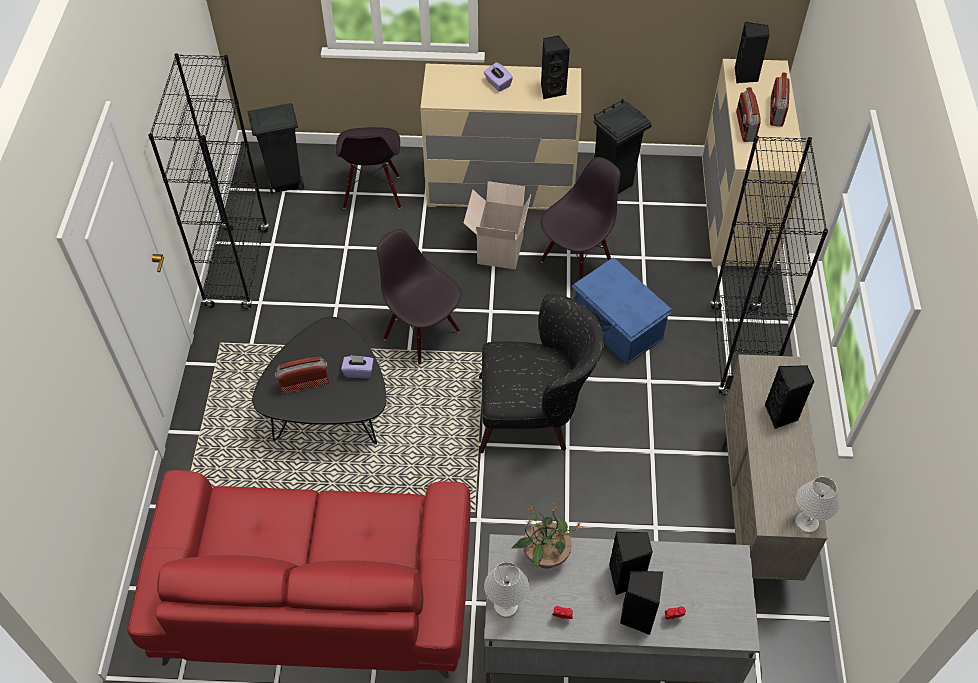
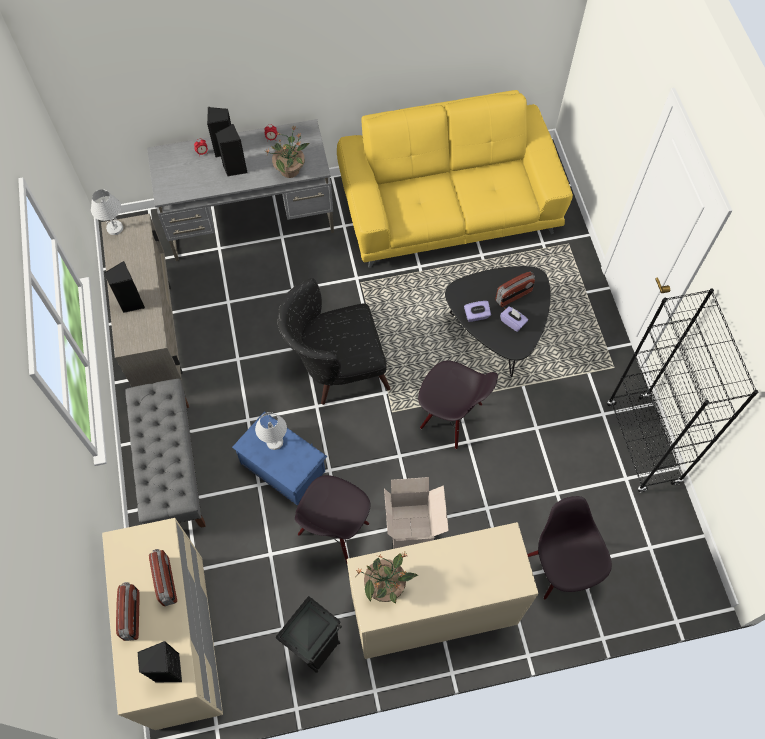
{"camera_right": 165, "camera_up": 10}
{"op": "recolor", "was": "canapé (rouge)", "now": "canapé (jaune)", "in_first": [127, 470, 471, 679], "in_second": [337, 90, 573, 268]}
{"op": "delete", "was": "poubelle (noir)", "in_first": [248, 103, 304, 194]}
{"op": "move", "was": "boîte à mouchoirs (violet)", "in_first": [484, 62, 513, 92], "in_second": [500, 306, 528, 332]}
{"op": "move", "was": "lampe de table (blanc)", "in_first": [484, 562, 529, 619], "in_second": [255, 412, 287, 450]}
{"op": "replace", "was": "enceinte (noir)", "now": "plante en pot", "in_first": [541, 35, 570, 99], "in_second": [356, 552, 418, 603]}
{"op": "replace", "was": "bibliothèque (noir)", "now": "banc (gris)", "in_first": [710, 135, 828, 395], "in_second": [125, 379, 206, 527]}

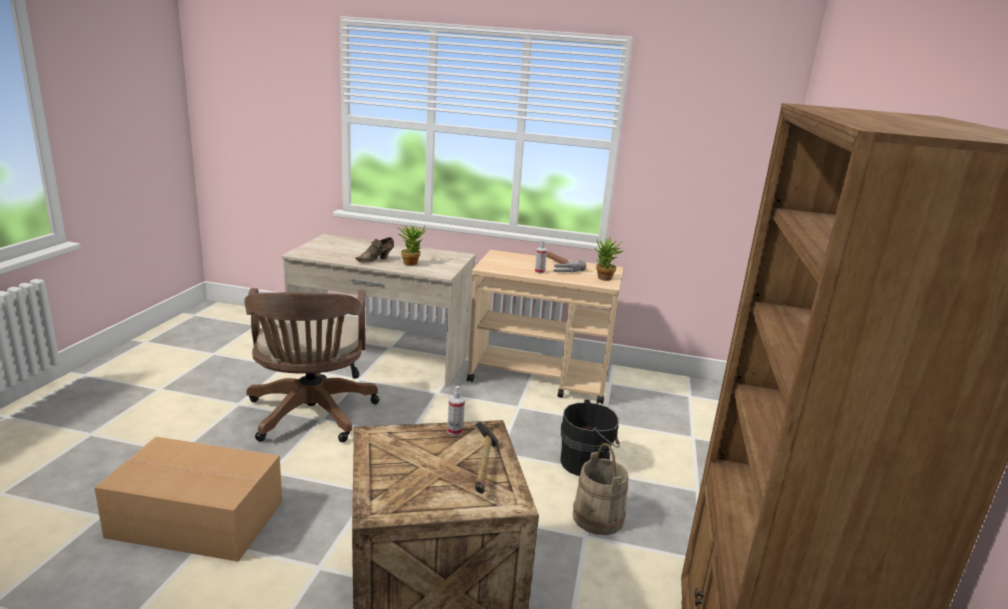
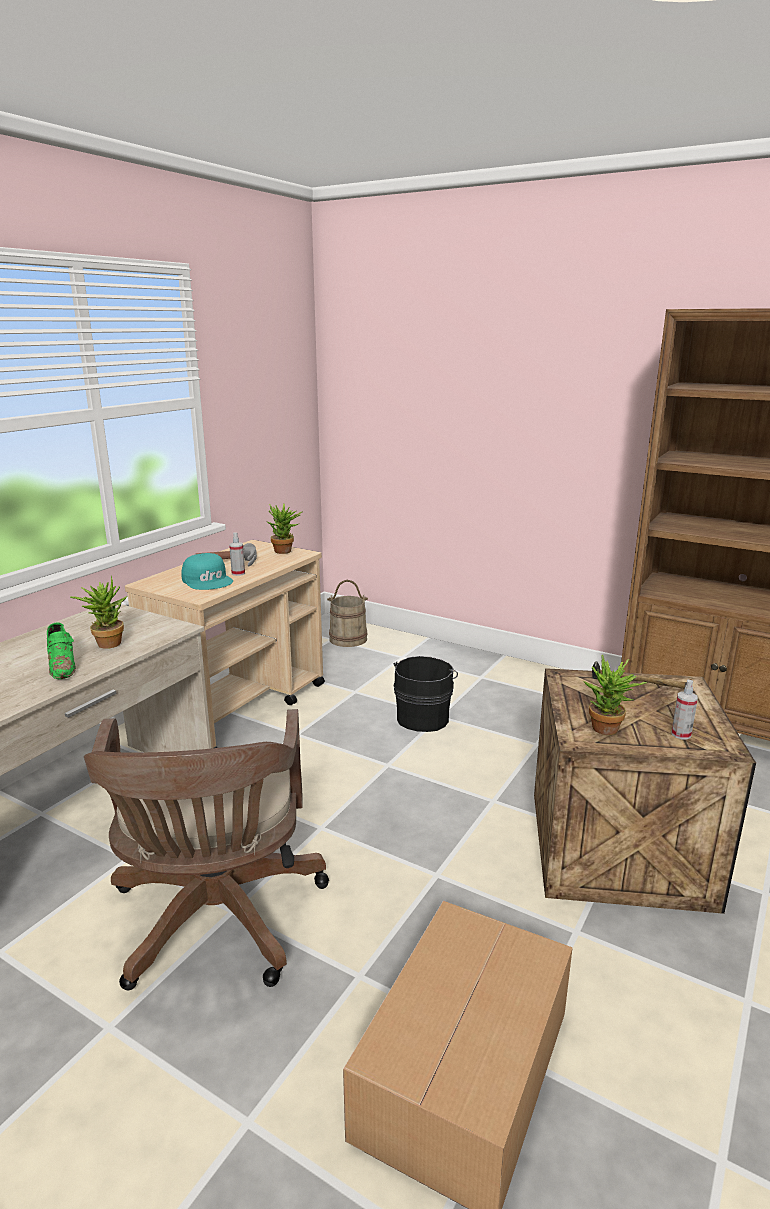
{"camera_right": -70, "camera_up": 0}
{"op": "rotate", "was": "chaise de bureau (marron)", "in_first": [244, 288, 379, 442], "in_second": [84, 709, 329, 990], "clockwise": 75}
{"op": "recolor", "was": "chaussure (marron)", "now": "chaussure (vert)", "in_first": [355, 237, 394, 263], "in_second": [47, 622, 76, 679]}
{"op": "move", "was": "vaporisateur", "in_first": [447, 386, 465, 436], "in_second": [672, 680, 698, 739]}
{"op": "move", "was": "seau (beige)", "in_first": [573, 443, 629, 535], "in_second": [327, 580, 368, 647]}
{"op": "insert", "now": "casquette (turquoise)", "in_second": [181, 553, 233, 590]}
{"op": "insert", "now": "plante en pot", "in_second": [583, 655, 648, 735]}

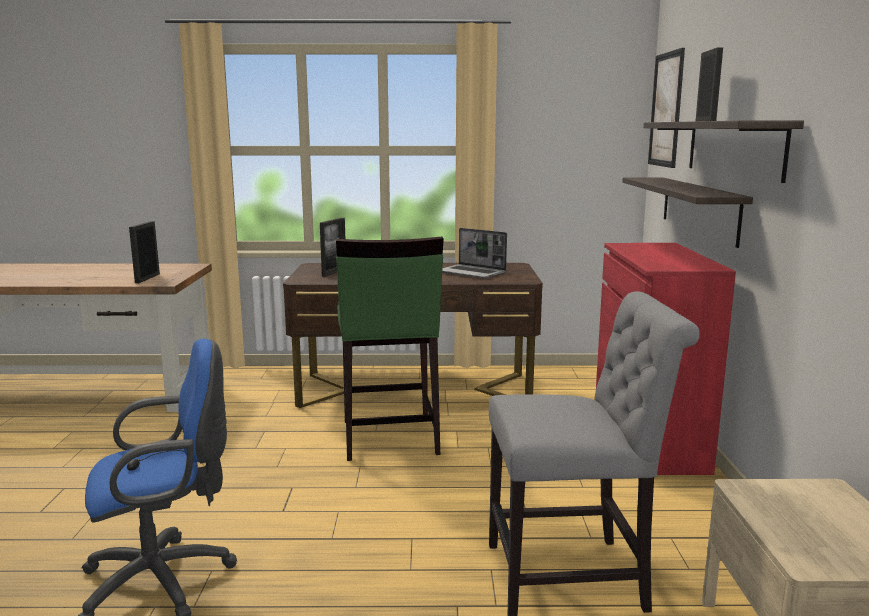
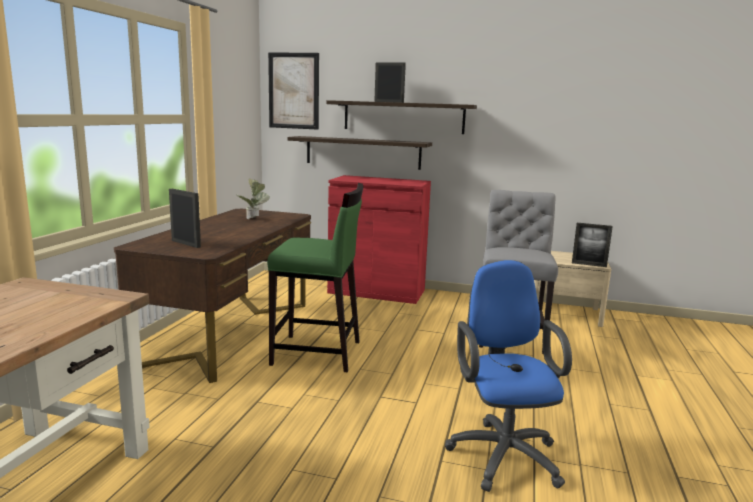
{"camera_right": -75, "camera_up": 0}
{"op": "move", "was": "cadre photo", "in_first": [129, 221, 160, 283], "in_second": [572, 223, 613, 267]}
{"op": "replace", "was": "ordinateur portable", "now": "plante en pot", "in_first": [442, 228, 507, 279], "in_second": [237, 178, 270, 219]}

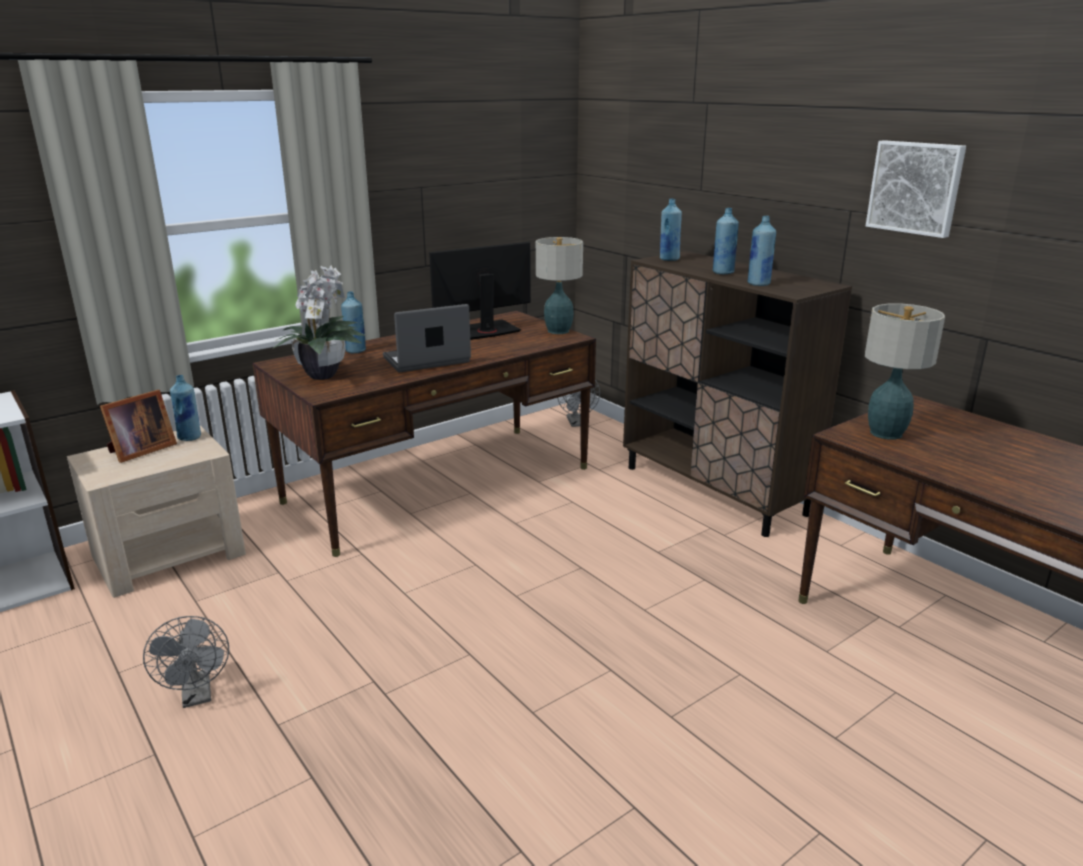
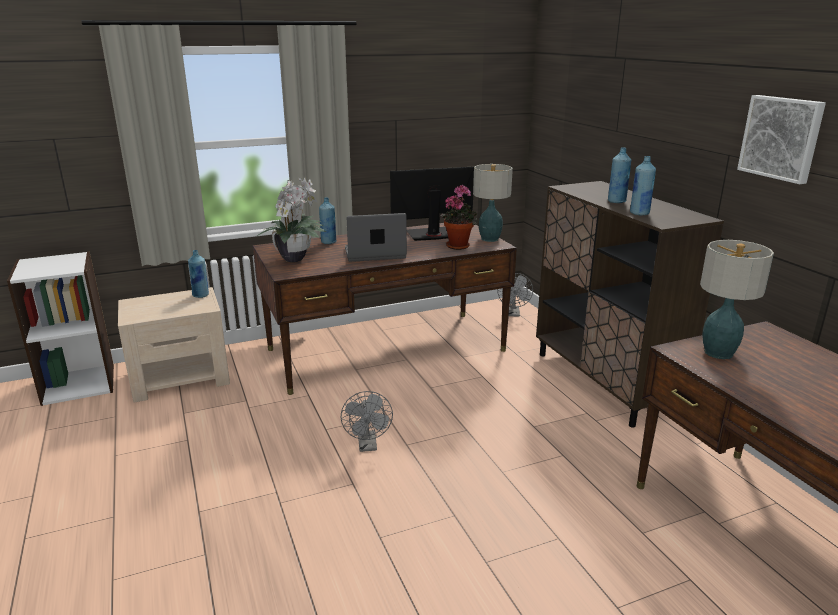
{"camera_right": 15, "camera_up": 0}
{"op": "delete", "was": "cadre photo", "in_first": [100, 390, 177, 463]}
{"op": "move", "was": "ventilateur (gris)", "in_first": [143, 616, 229, 708], "in_second": [341, 391, 393, 452]}
{"op": "delete", "was": "bouteille (bleu)", "in_first": [660, 199, 682, 261]}
{"op": "insert", "now": "plante en pot", "in_second": [439, 185, 478, 250]}

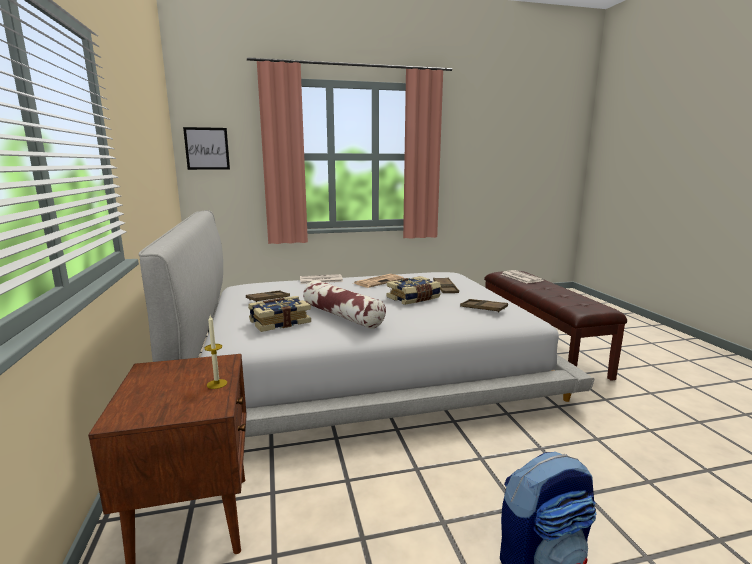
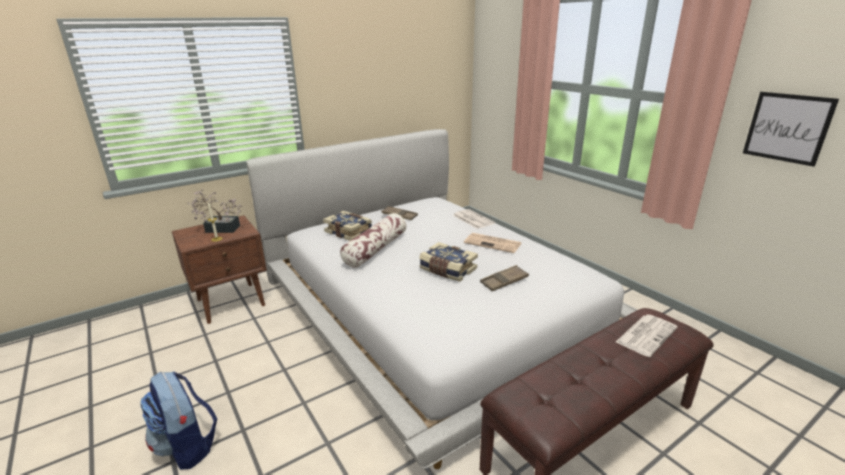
{"camera_right": 70, "camera_up": 10}
{"op": "move", "was": "tableau", "in_first": [183, 127, 230, 170], "in_second": [743, 92, 839, 167]}
{"op": "delete", "was": "plateau (marron)", "in_first": [460, 299, 508, 312]}
{"op": "insert", "now": "plante en pot", "in_second": [187, 189, 242, 233]}

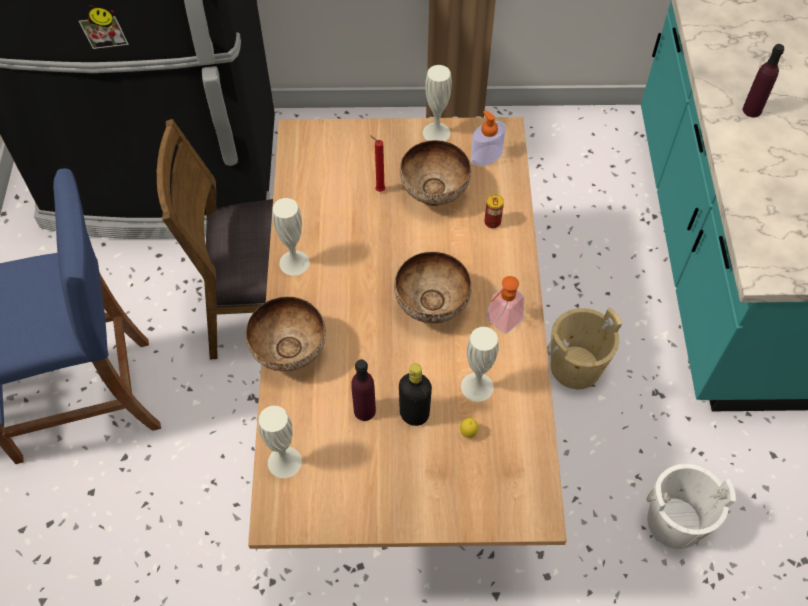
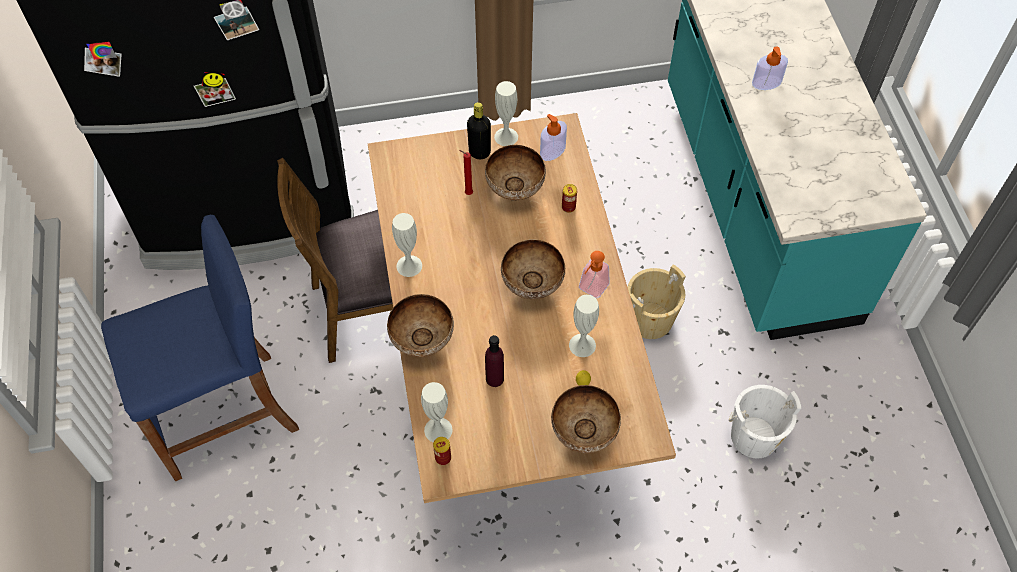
{"camera_right": -10, "camera_up": 0}
{"op": "move", "was": "bouteille (noir)", "in_first": [399, 364, 432, 426], "in_second": [467, 102, 491, 159]}
{"op": "replace", "was": "bouteille (violet)", "now": "distributeur de savon", "in_first": [743, 44, 784, 117], "in_second": [752, 47, 788, 90]}
{"op": "insert", "now": "boîte métallique", "in_second": [433, 437, 451, 465]}
{"op": "insert", "now": "bol", "in_second": [551, 385, 621, 453]}

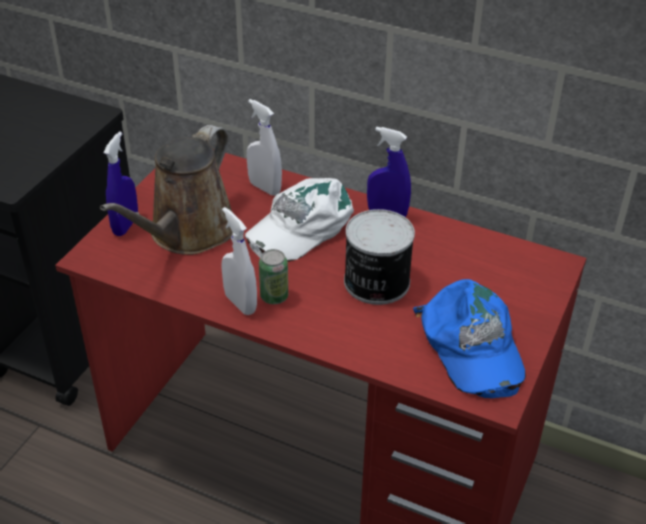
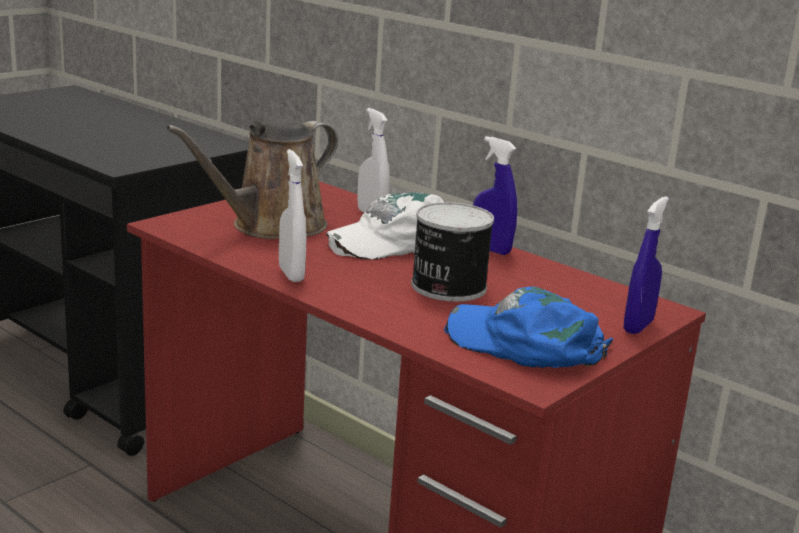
{"camera_right": 15, "camera_up": -20}
{"op": "move", "was": "vaporisateur (bleu)", "in_first": [103, 131, 138, 236], "in_second": [624, 196, 669, 334]}
{"op": "delete", "was": "boîte métallique", "in_first": [259, 249, 288, 304]}
{"op": "rotate", "was": "casquette (bleu)", "in_first": [413, 279, 526, 398], "in_second": [444, 286, 613, 368], "clockwise": 120}

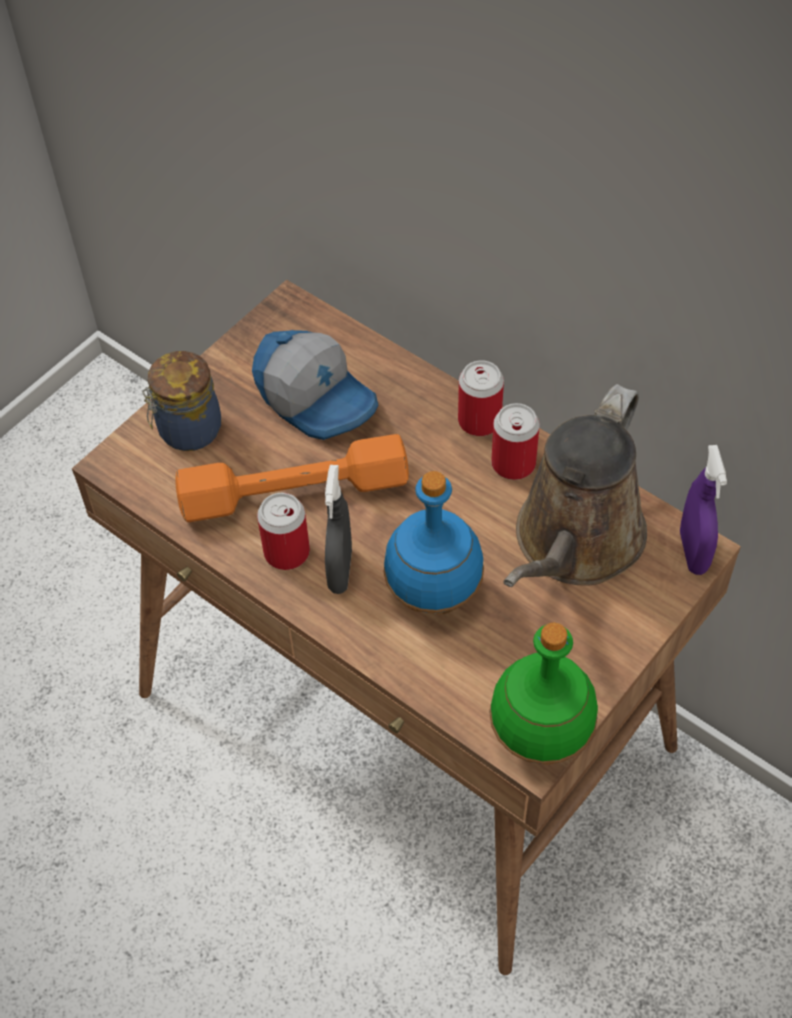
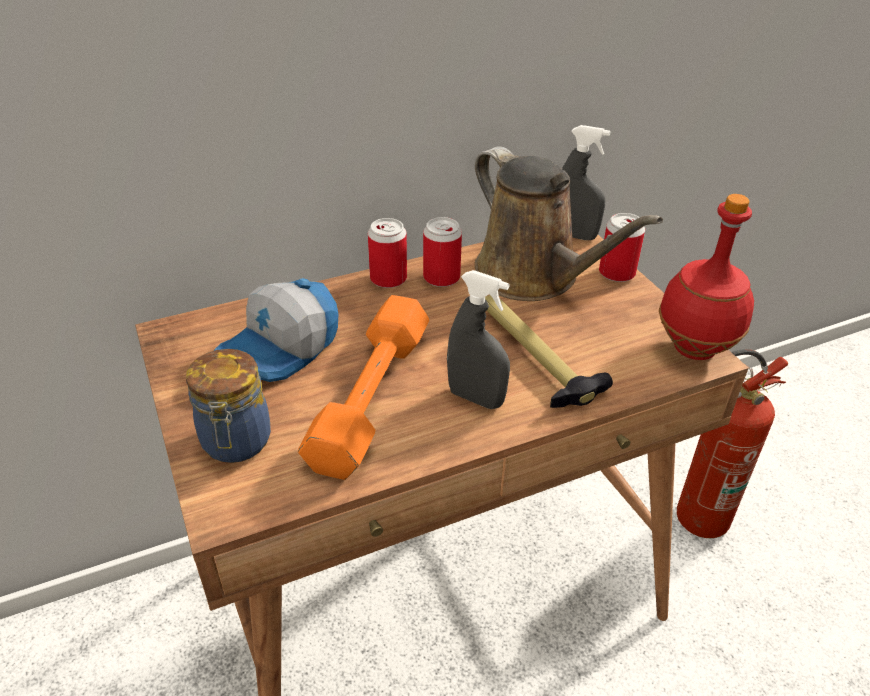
{"camera_right": -65, "camera_up": -15}
{"op": "rotate", "was": "casquette", "in_first": [252, 330, 378, 440], "in_second": [214, 278, 338, 382], "clockwise": 150}
{"op": "move", "was": "boîte métallique", "in_first": [257, 493, 310, 570], "in_second": [599, 213, 645, 282]}
{"op": "replace", "was": "bouteille (bleu)", "now": "marteau", "in_first": [383, 471, 484, 615], "in_second": [485, 295, 613, 408]}
{"op": "recolor", "was": "bouteille (vert)", "now": "bouteille (rouge)", "in_first": [489, 622, 598, 765], "in_second": [659, 194, 754, 360]}
{"op": "recolor", "was": "vaporisateur (violet)", "now": "vaporisateur (gris)", "in_first": [680, 445, 727, 575], "in_second": [562, 125, 611, 240]}
{"op": "insert", "now": "extincteur", "in_second": [677, 349, 788, 538]}

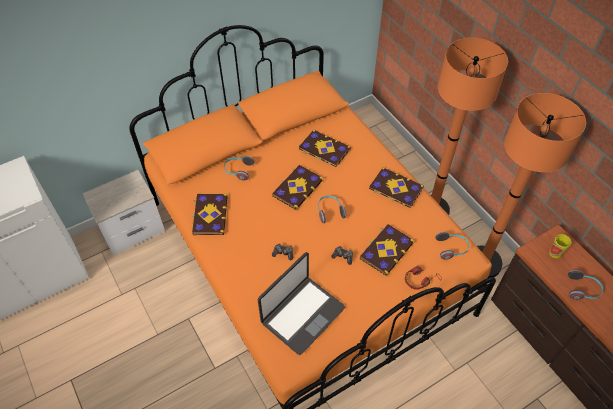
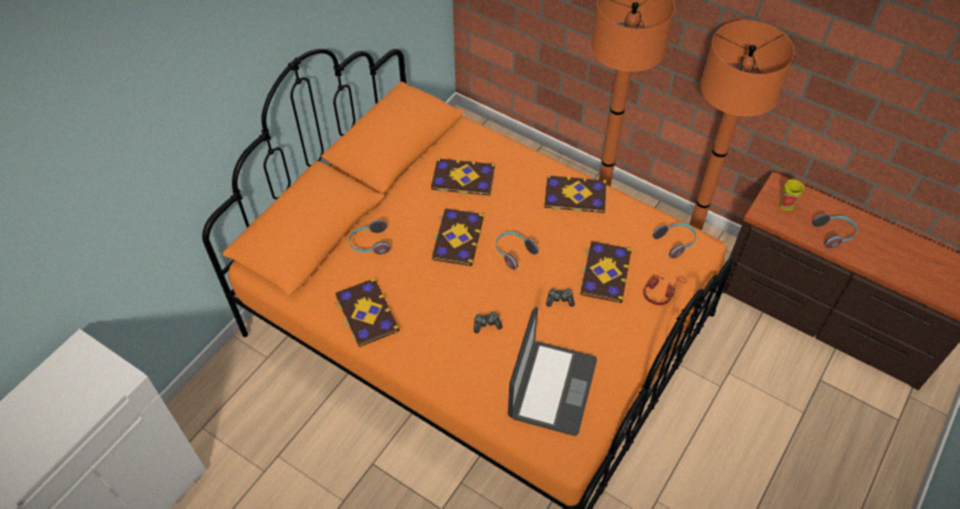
{"camera_right": -25, "camera_up": 0}
{"op": "delete", "was": "table de chevet", "in_first": [82, 170, 165, 255]}

